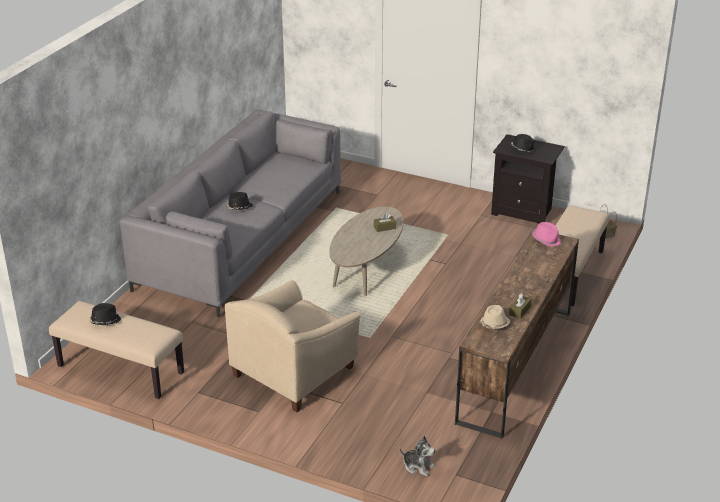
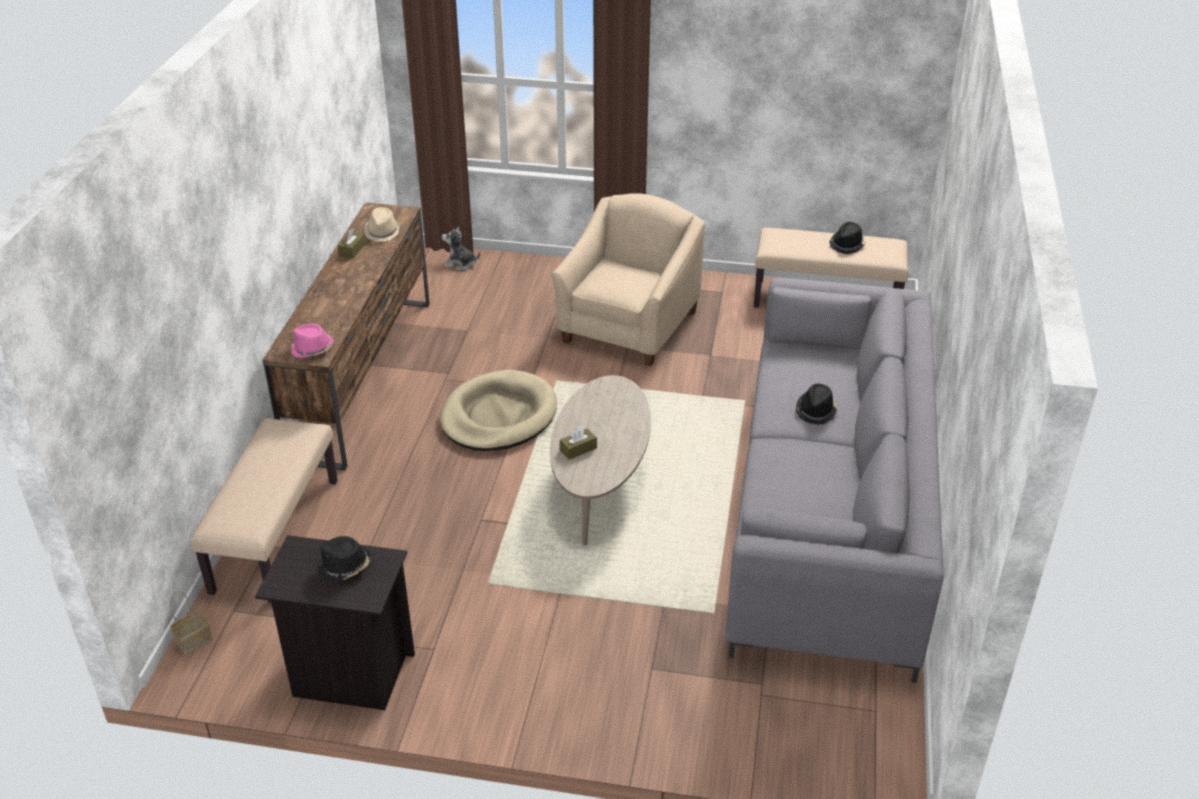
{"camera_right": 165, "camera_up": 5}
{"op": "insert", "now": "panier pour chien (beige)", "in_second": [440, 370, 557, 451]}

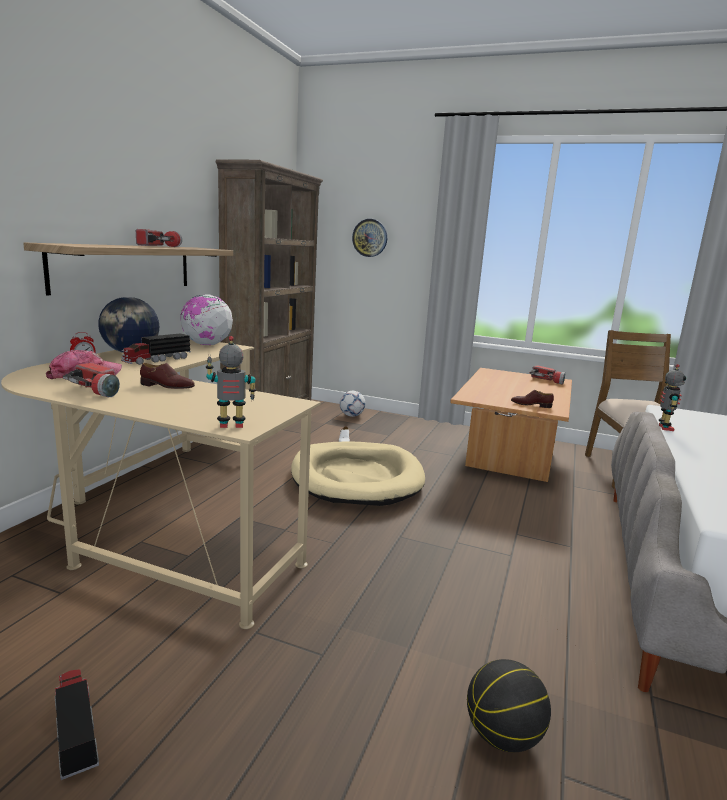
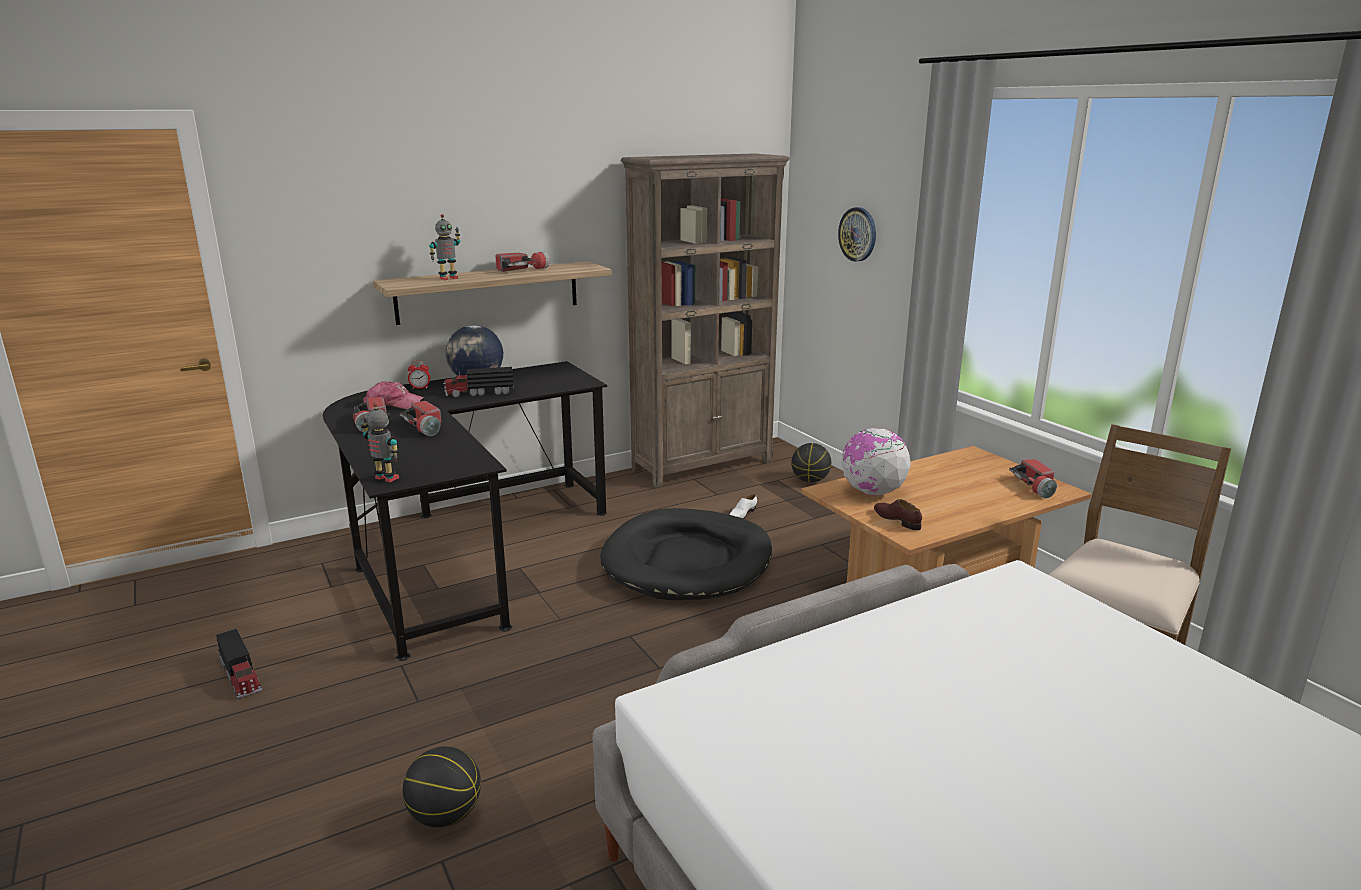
{"camera_right": 40, "camera_up": 5}
{"op": "recolor", "was": "bureau (beige)", "now": "bureau (noir)", "in_first": [1, 339, 321, 629], "in_second": [323, 361, 607, 661]}
{"op": "rotate", "was": "camion jouet", "in_first": [55, 669, 99, 780], "in_second": [216, 629, 262, 699], "clockwise": 135}
{"op": "replace", "was": "chaussure (marron)", "now": "lampe de poche", "in_first": [140, 363, 195, 389], "in_second": [400, 401, 441, 436]}
{"op": "move", "was": "globe", "in_first": [180, 295, 233, 345], "in_second": [841, 428, 911, 496]}
{"op": "recolor", "was": "panier pour chien (beige)", "now": "panier pour chien (noir)", "in_first": [291, 441, 425, 506], "in_second": [600, 508, 772, 600]}
{"op": "replace", "was": "ballon de foot", "now": "ballon de basket", "in_first": [340, 391, 366, 417], "in_second": [791, 443, 831, 483]}
{"op": "move", "was": "robot jouet", "in_first": [659, 364, 686, 431], "in_second": [429, 214, 460, 280]}

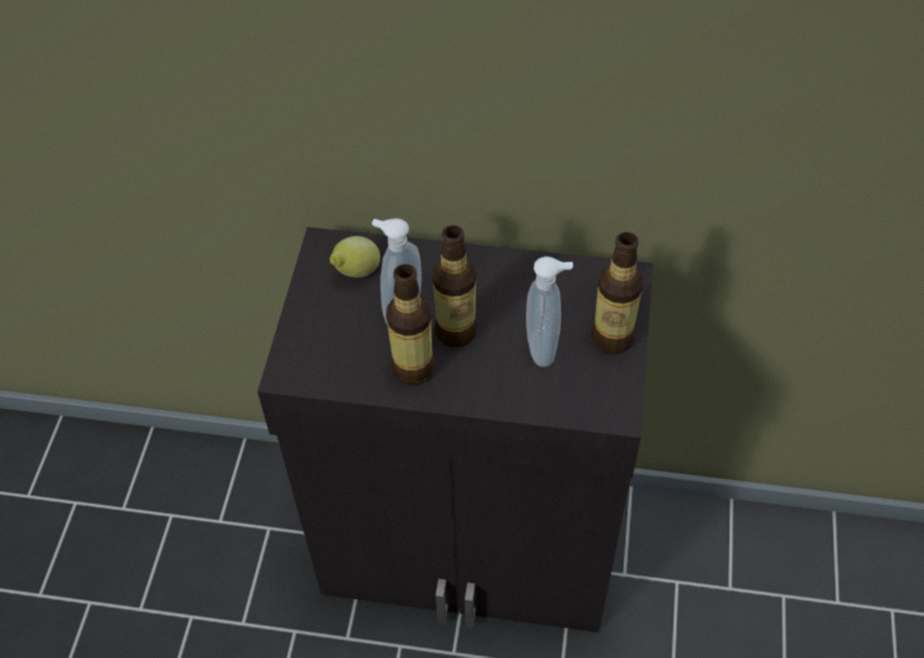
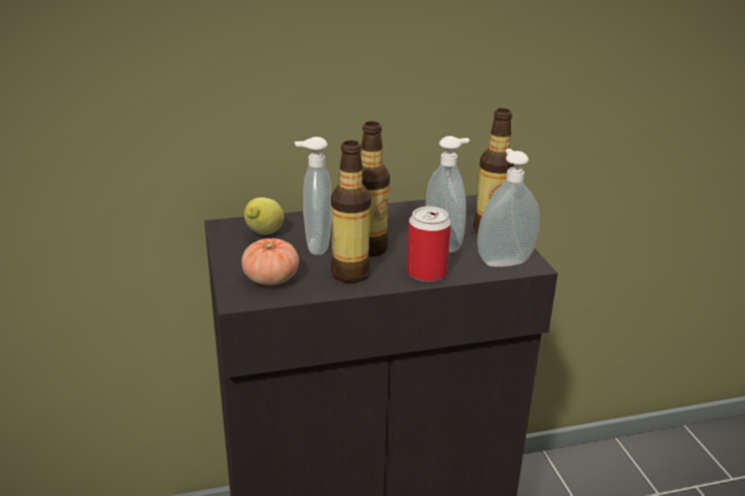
{"camera_right": -25, "camera_up": -25}
{"op": "insert", "now": "tomate", "in_second": [242, 238, 299, 285]}
{"op": "insert", "now": "boîte métallique", "in_second": [407, 206, 451, 282]}
{"op": "insert", "now": "distributeur de savon", "in_second": [477, 149, 540, 267]}

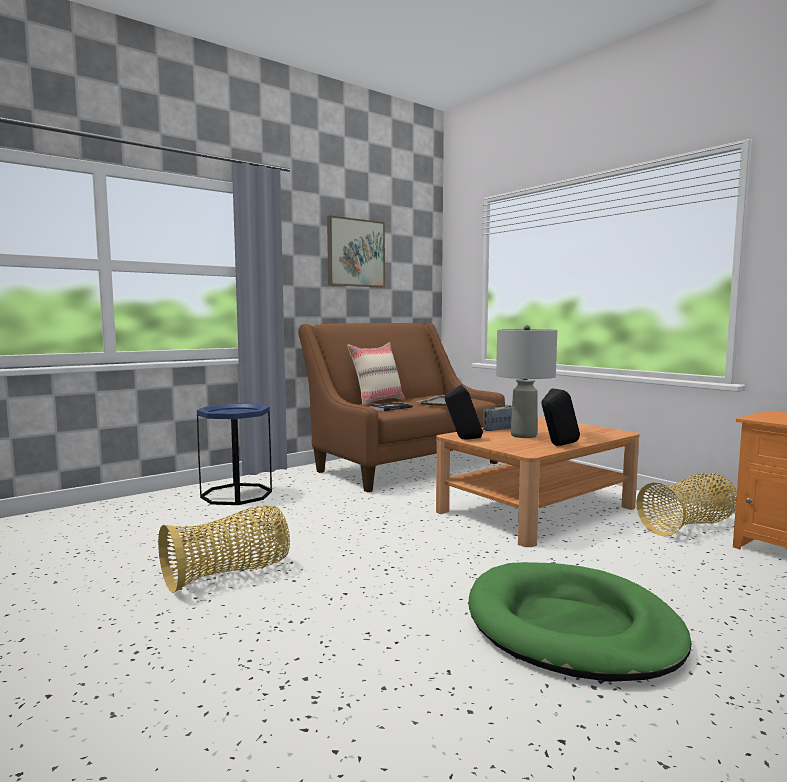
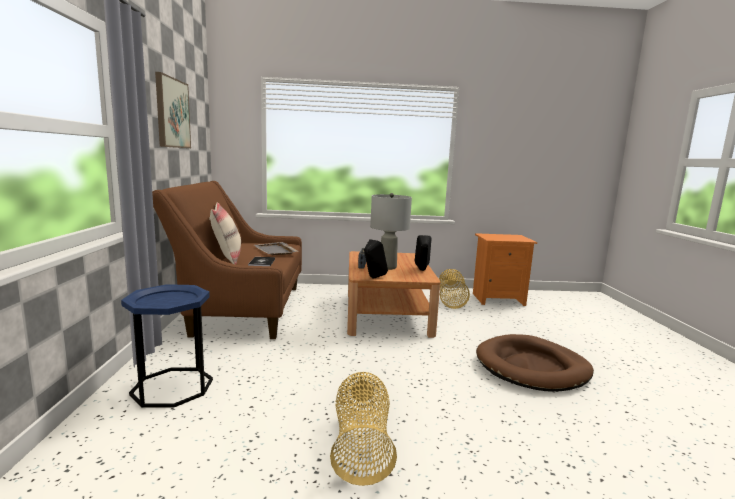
{"camera_right": -55, "camera_up": 5}
{"op": "recolor", "was": "panier pour chien (vert)", "now": "panier pour chien (marron)", "in_first": [469, 562, 692, 682], "in_second": [476, 334, 594, 392]}

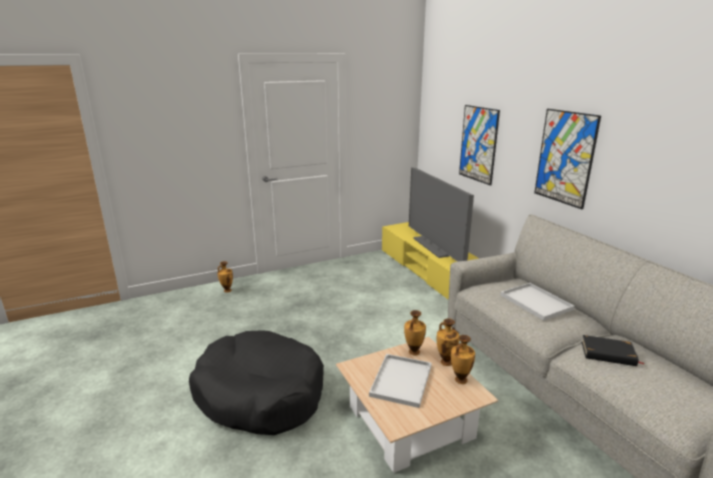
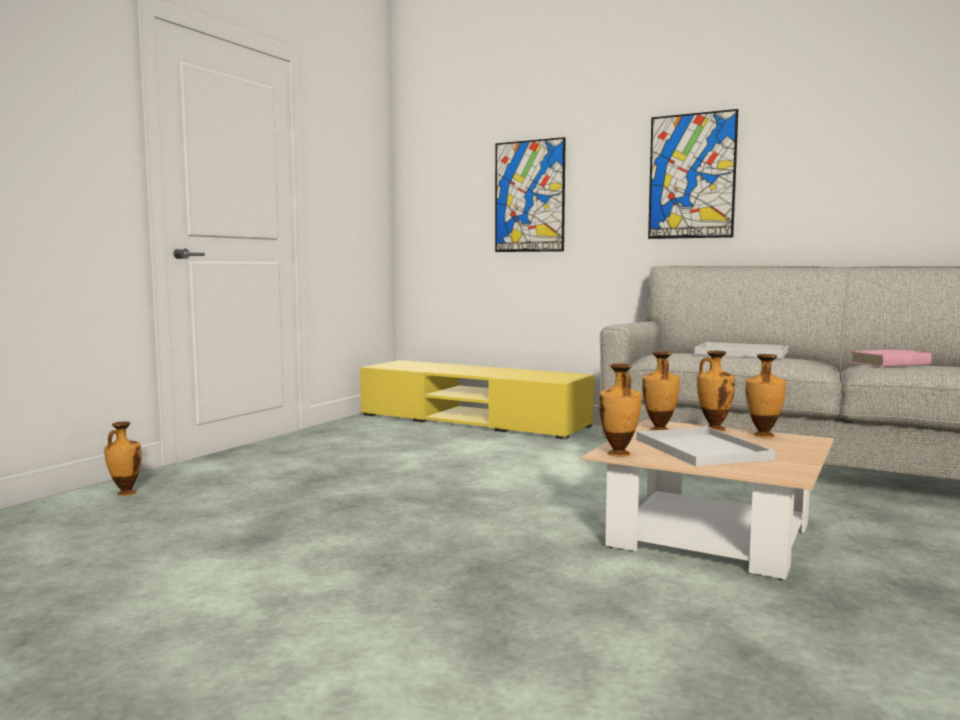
{"camera_right": -35, "camera_up": -15}
{"op": "delete", "was": "panier pour chien (noir)", "in_first": [189, 330, 324, 435]}
{"op": "delete", "was": "téléviseur", "in_first": [409, 167, 474, 262]}
{"op": "recolor", "was": "livre (noir)", "now": "livre (rose)", "in_first": [581, 335, 644, 366], "in_second": [850, 349, 932, 367]}
{"op": "insert", "now": "vase", "in_second": [599, 364, 642, 457]}

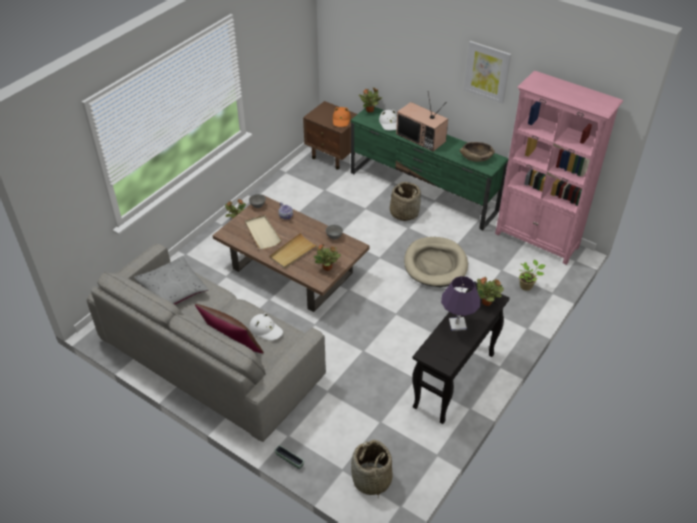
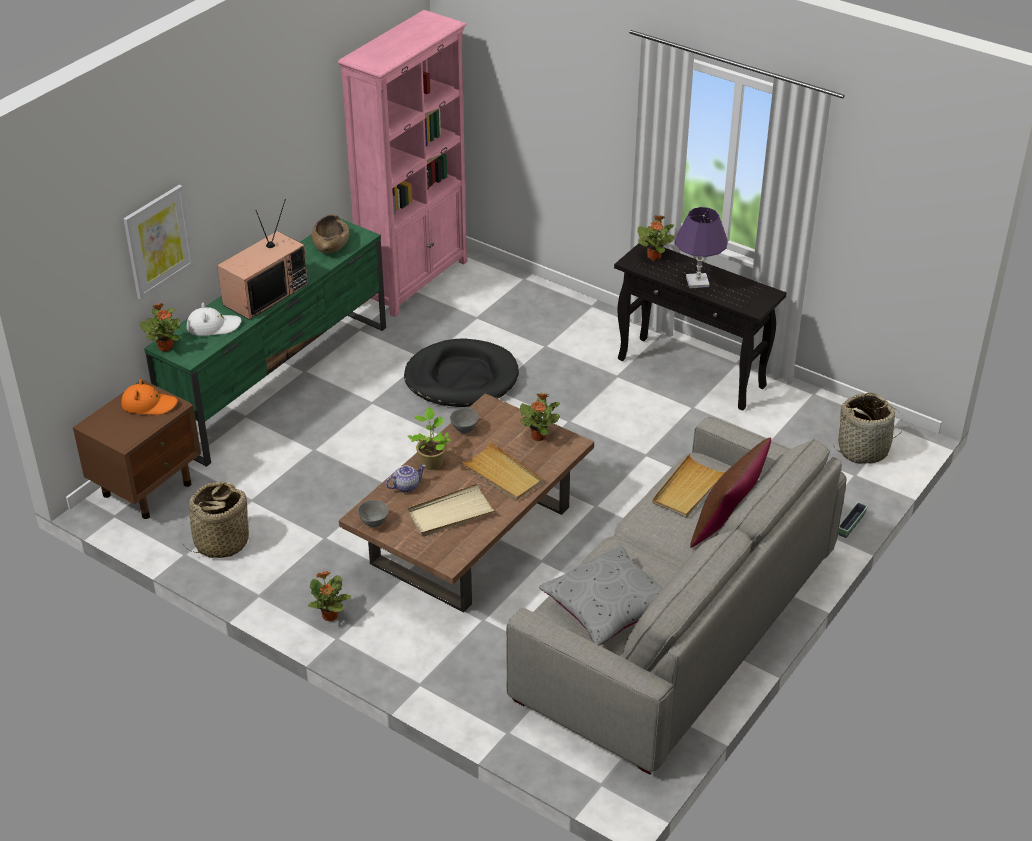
{"camera_right": -90, "camera_up": -5}
{"op": "replace", "was": "chapeau (blanc)", "now": "plateau (beige)", "in_first": [249, 313, 283, 341], "in_second": [652, 454, 725, 518]}
{"op": "move", "was": "panier", "in_first": [390, 182, 421, 221], "in_second": [180, 482, 251, 558]}
{"op": "recolor", "was": "panier pour chien (beige)", "now": "panier pour chien (noir)", "in_first": [404, 237, 468, 287], "in_second": [404, 339, 519, 407]}
{"op": "move", "was": "tableau", "in_first": [464, 41, 511, 104], "in_second": [123, 185, 194, 300]}
{"op": "move", "was": "plante en pot", "in_first": [519, 259, 545, 291], "in_second": [408, 407, 451, 470]}

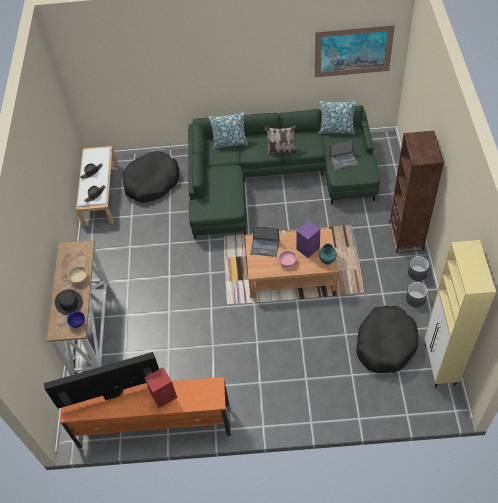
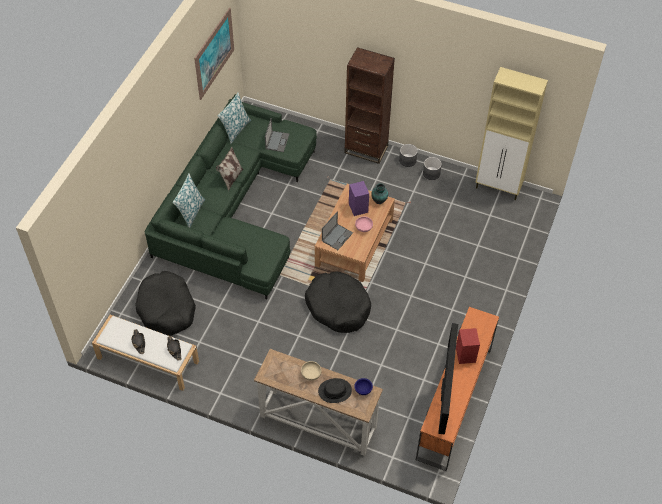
{"camera_right": -70, "camera_up": 0}
{"op": "move", "was": "panier pour chien (noir)", "in_first": [356, 306, 418, 373], "in_second": [305, 271, 371, 333]}

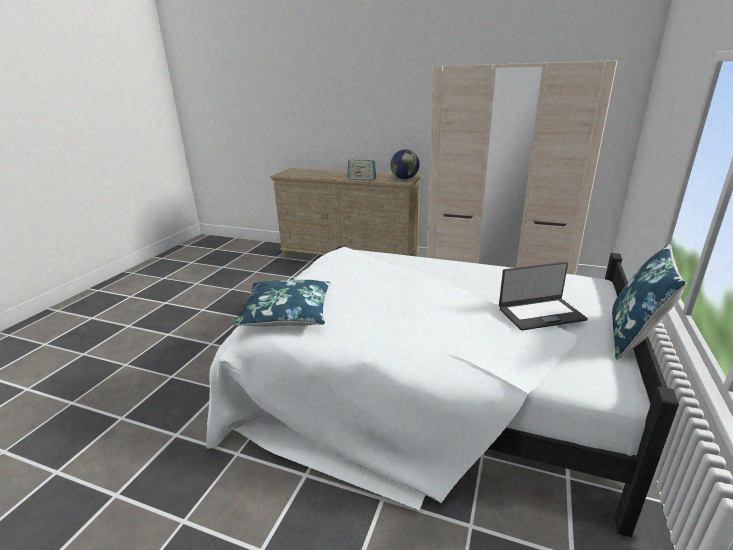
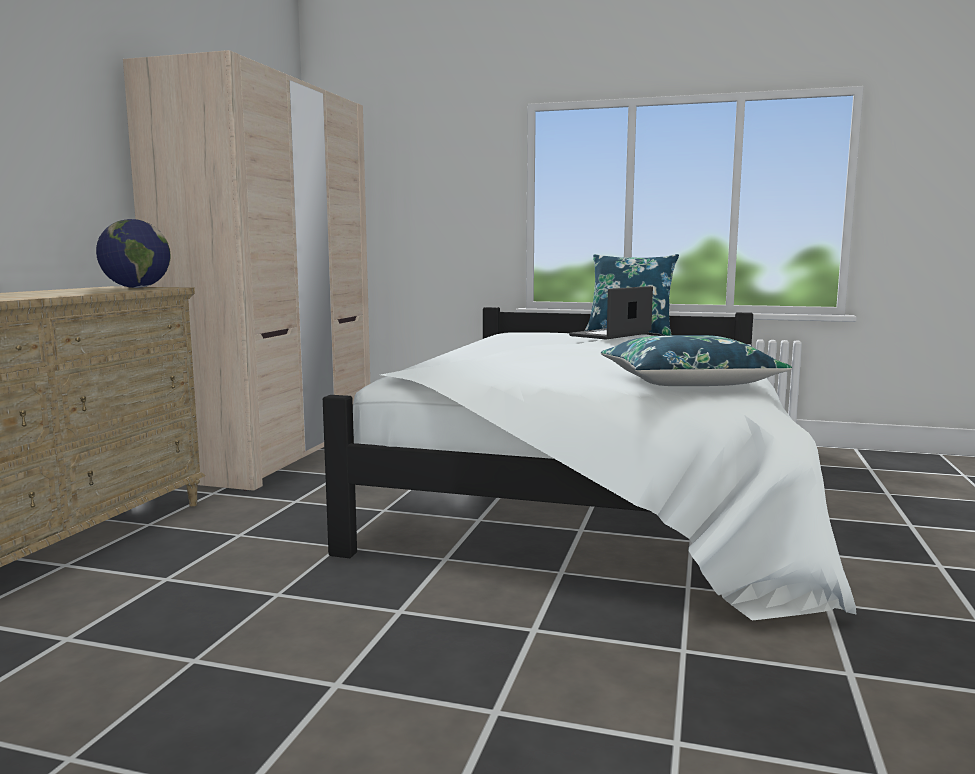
{"camera_right": -95, "camera_up": -15}
{"op": "delete", "was": "radio", "in_first": [348, 157, 376, 180]}
{"op": "rotate", "was": "ordinateur portable", "in_first": [499, 262, 588, 331], "in_second": [569, 286, 653, 340], "clockwise": -120}

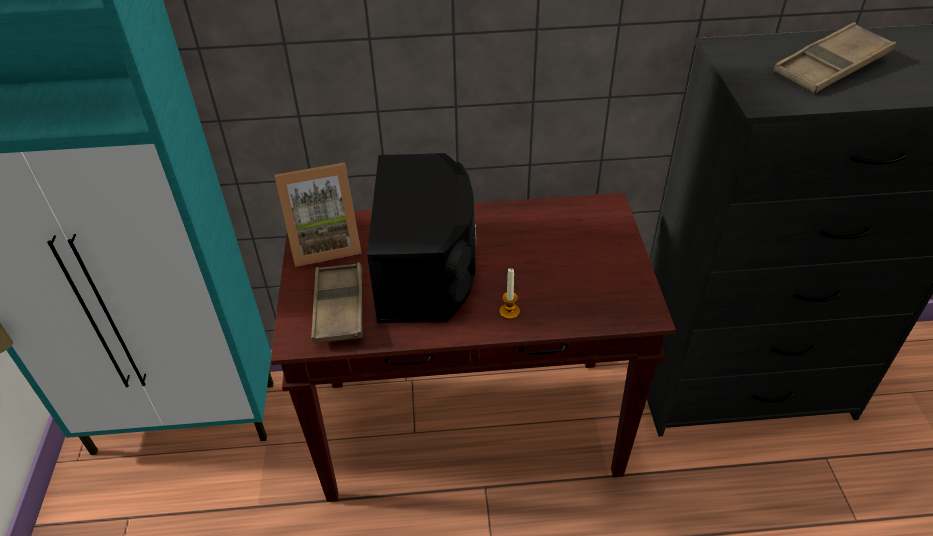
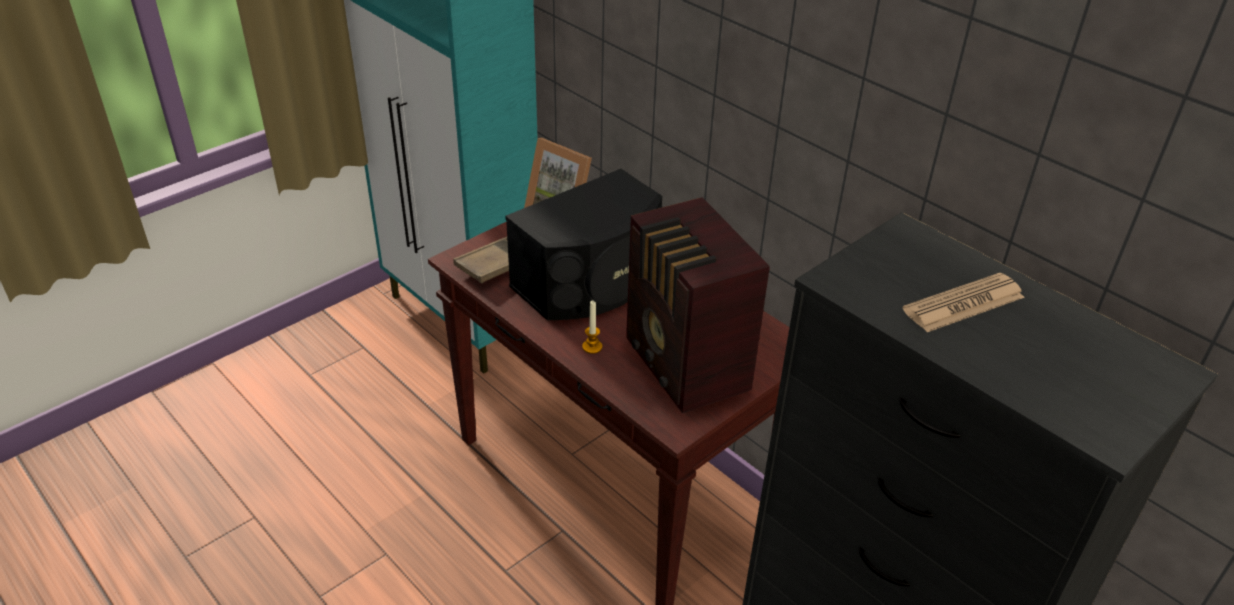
{"camera_right": 50, "camera_up": -5}
{"op": "replace", "was": "plateau (marron)", "now": "journal", "in_first": [773, 22, 896, 93], "in_second": [903, 273, 1025, 332]}
{"op": "insert", "now": "radio", "in_second": [626, 197, 770, 414]}

